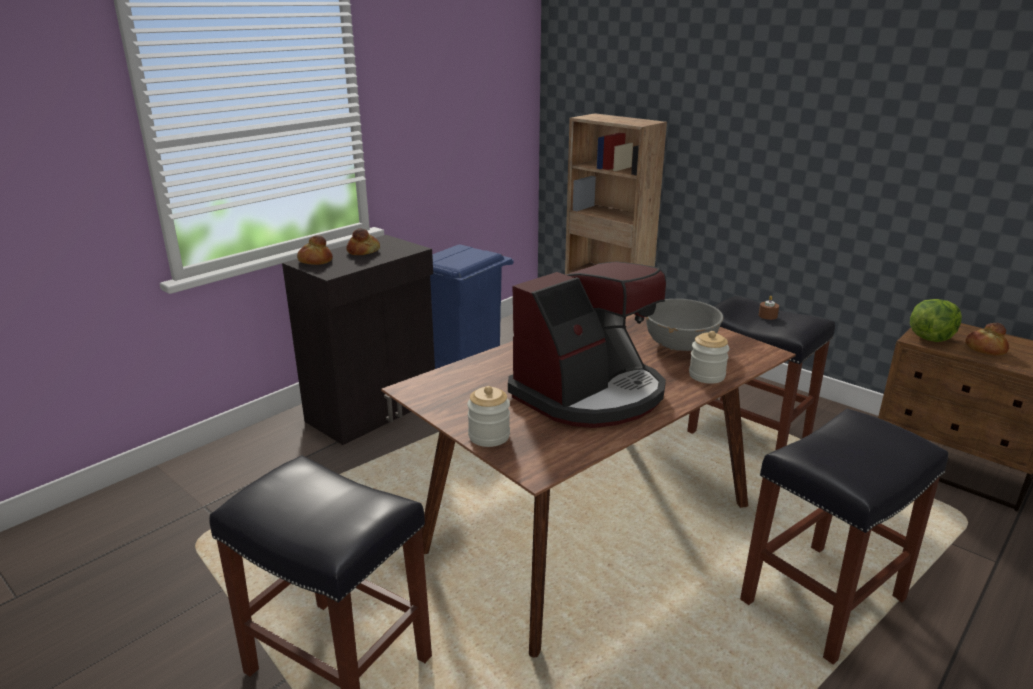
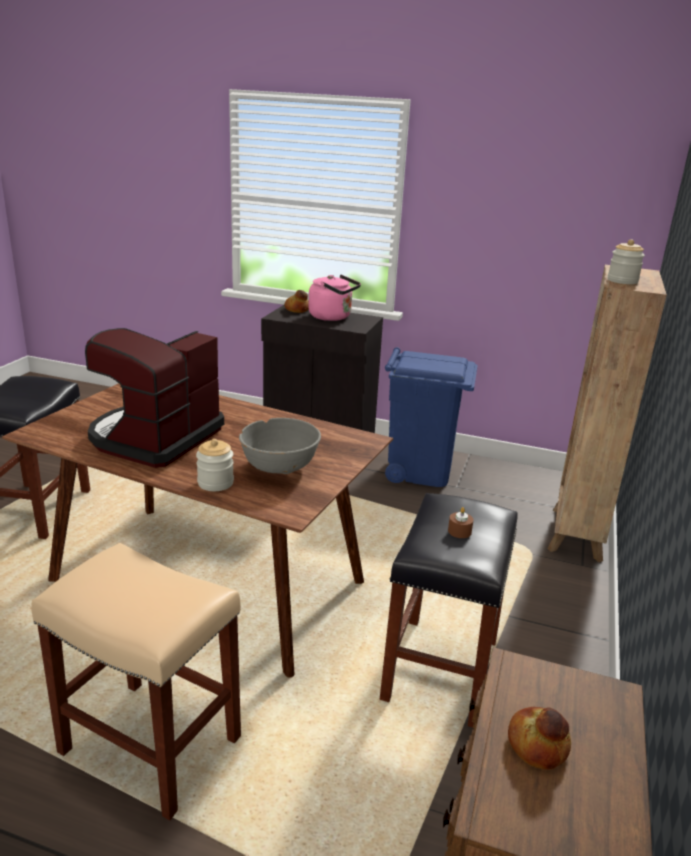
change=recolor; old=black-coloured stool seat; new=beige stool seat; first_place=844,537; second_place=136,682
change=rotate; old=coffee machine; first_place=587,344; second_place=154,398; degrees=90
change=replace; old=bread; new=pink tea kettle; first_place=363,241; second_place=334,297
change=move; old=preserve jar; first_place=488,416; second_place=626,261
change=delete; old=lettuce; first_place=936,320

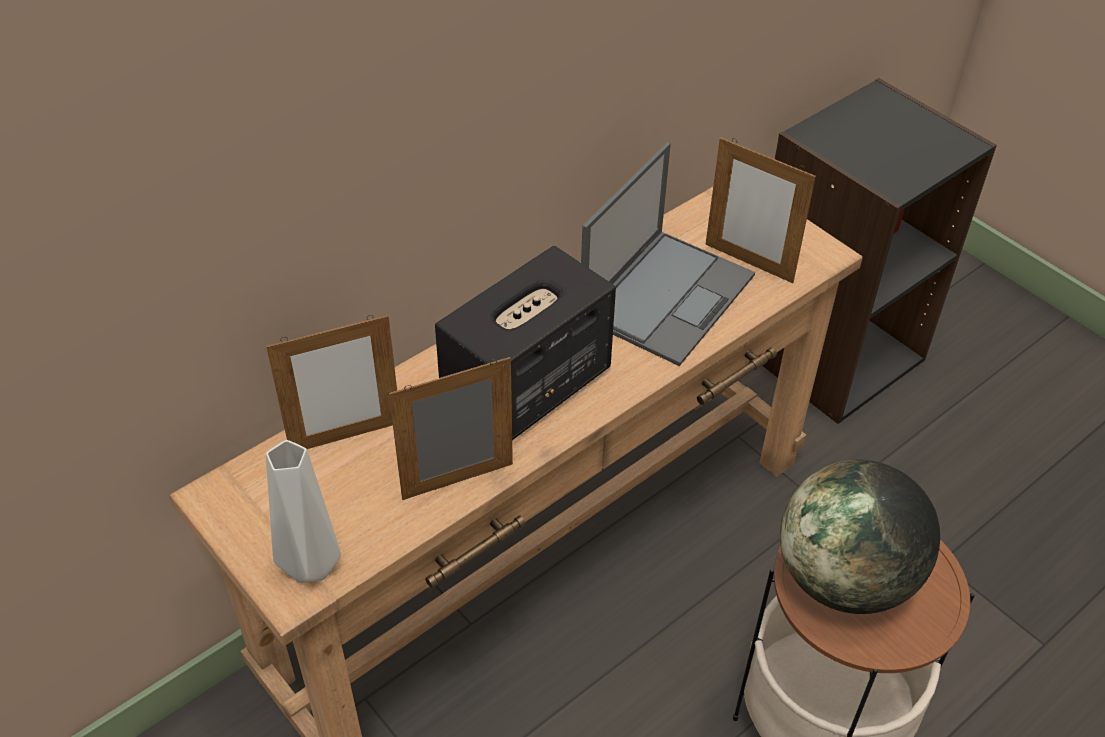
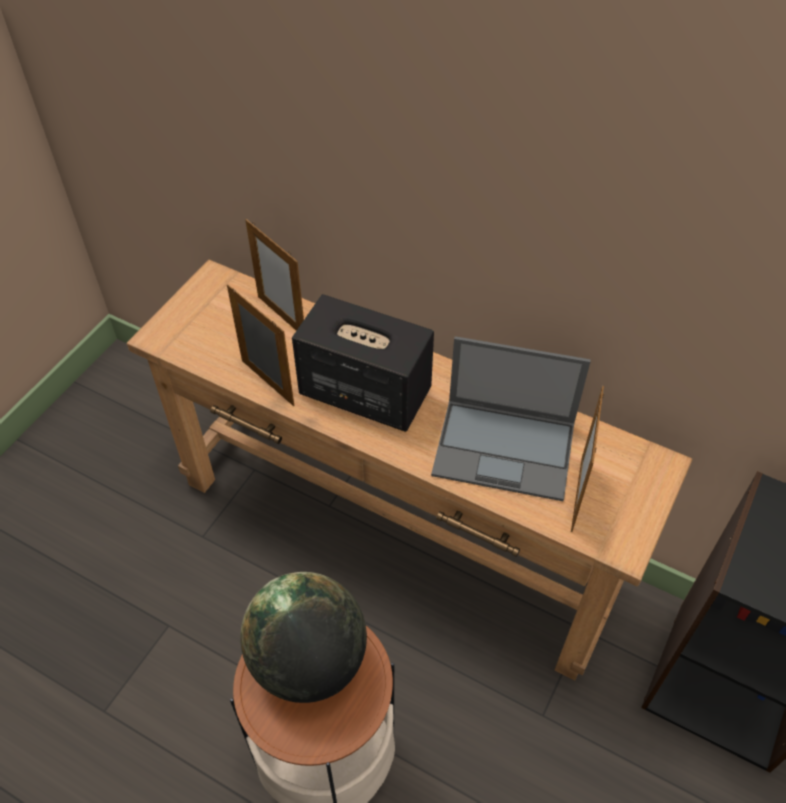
change=delete; old=grey vase; first_place=303,511

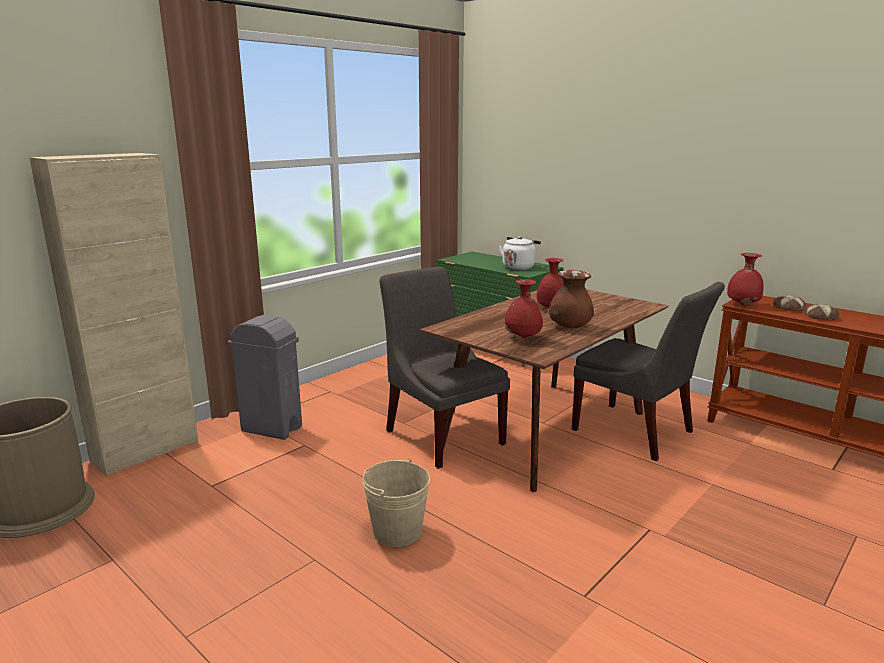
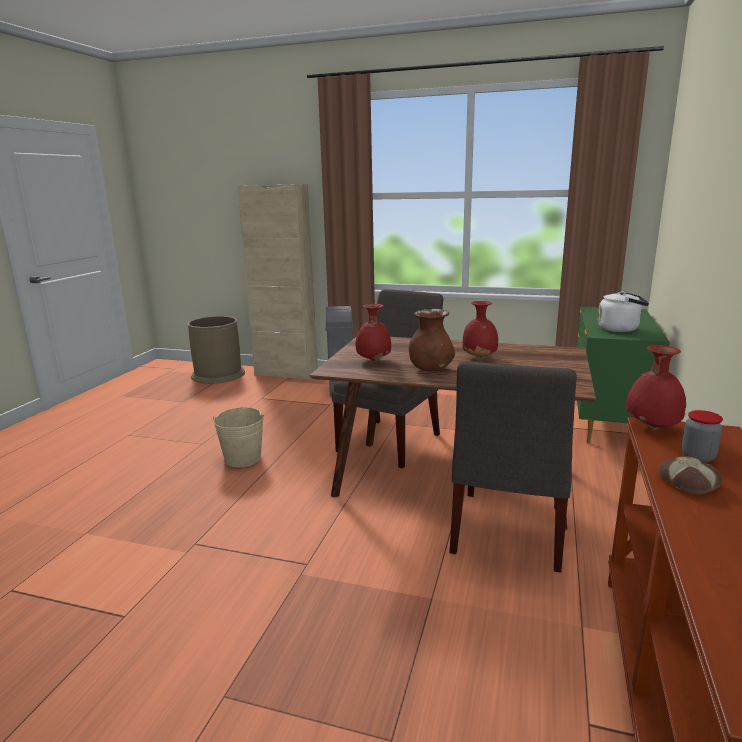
change=replace; old=bread; new=preserve jar; first_place=789,303; second_place=702,436

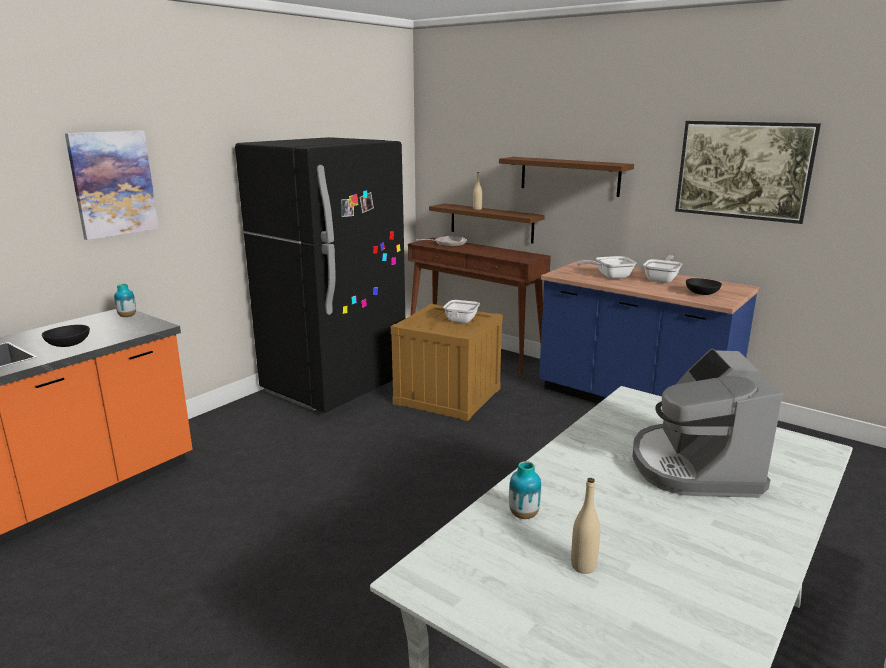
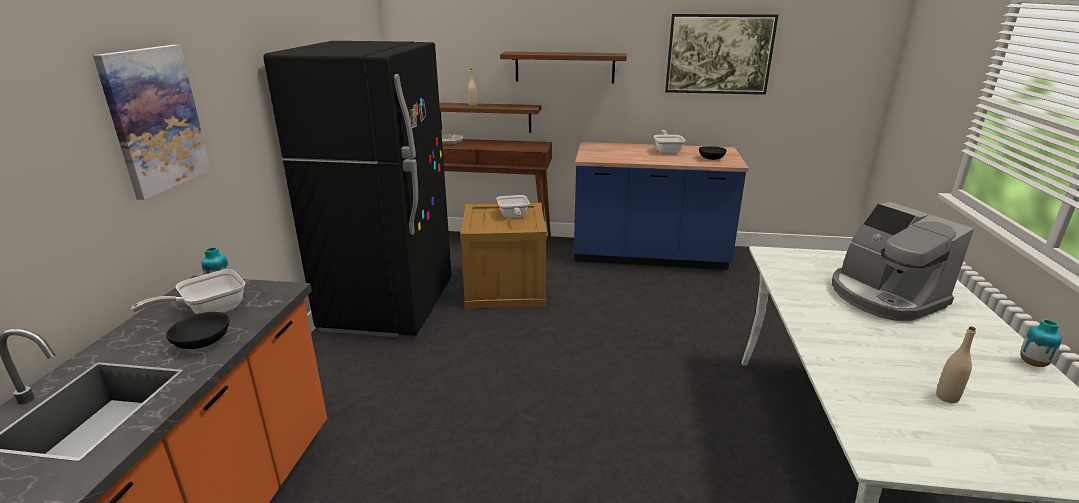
change=move; old=pan; first_place=607,267; second_place=188,291
change=move; old=vase; first_place=525,490; second_place=1041,343

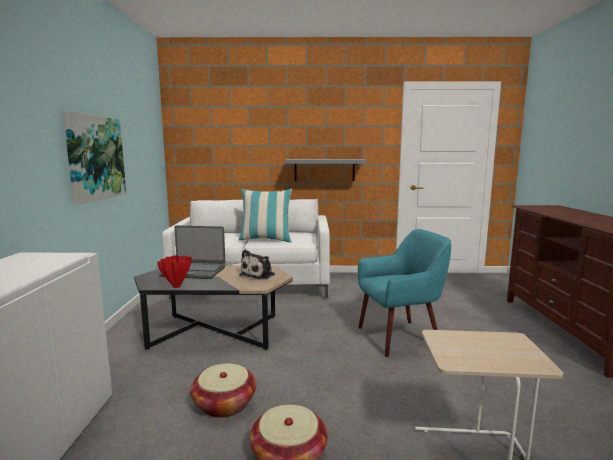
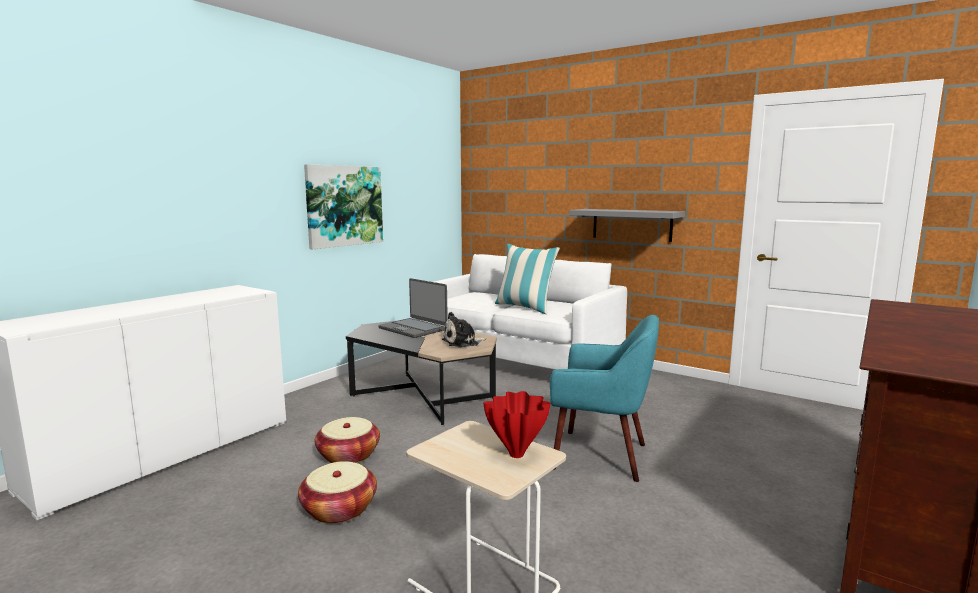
change=move; old=reddish vase; first_place=174,271; second_place=517,424

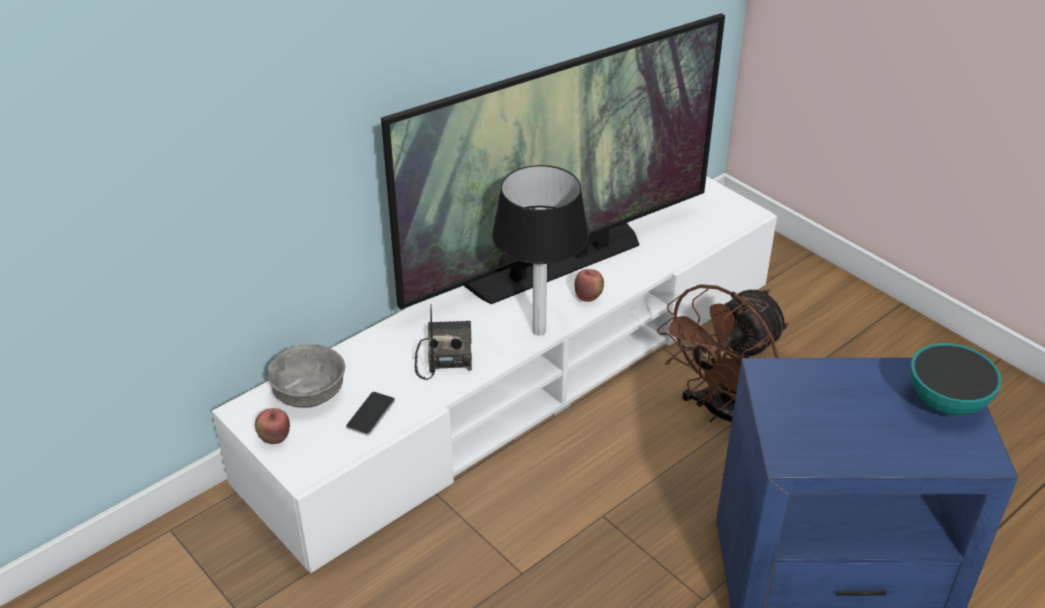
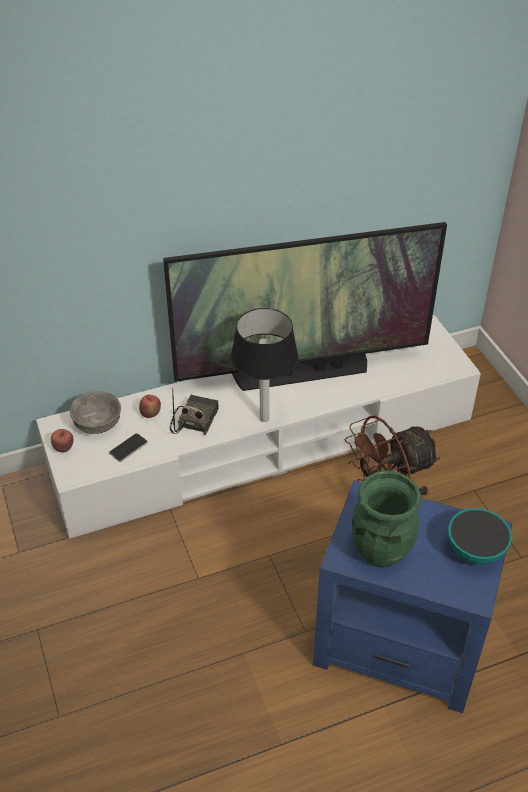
change=move; old=apple; first_place=589,285; second_place=150,406
change=insert; new=green-coloured vase; second_place=386,519

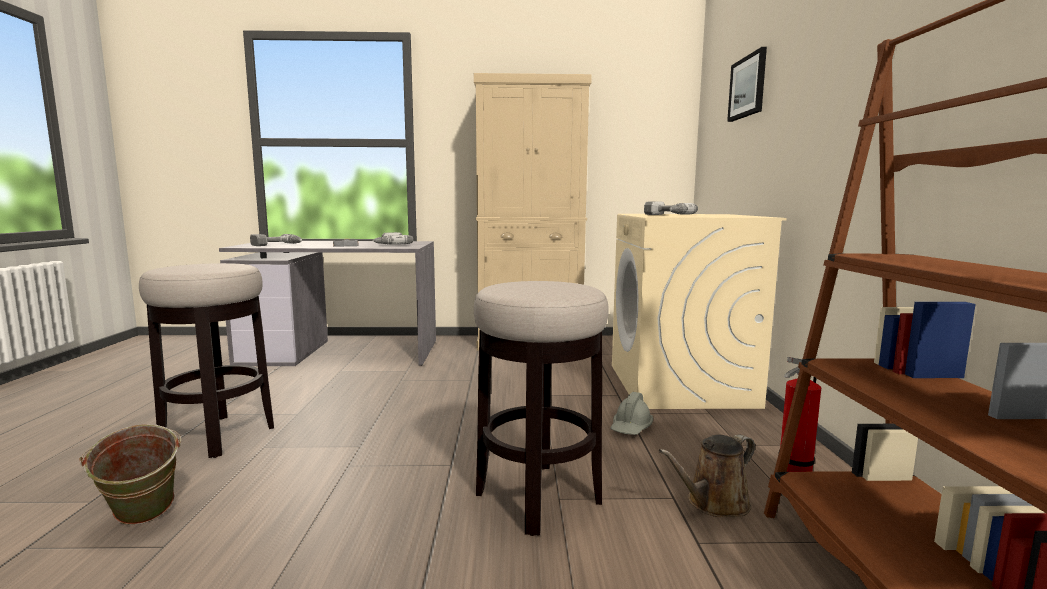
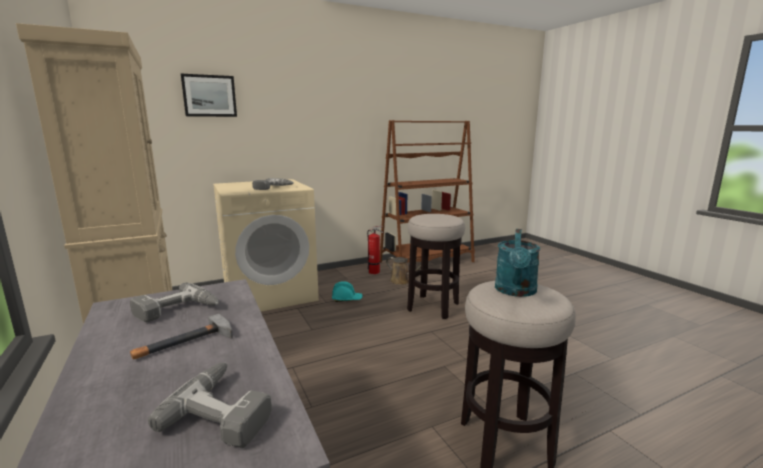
change=recolor; old=grey hard hat; new=blue-green hard hat; first_place=631,413; second_place=347,291
change=insert; new=blue-green watering pot; second_place=517,263
change=delete; old=green-coloured pail; first_place=131,474

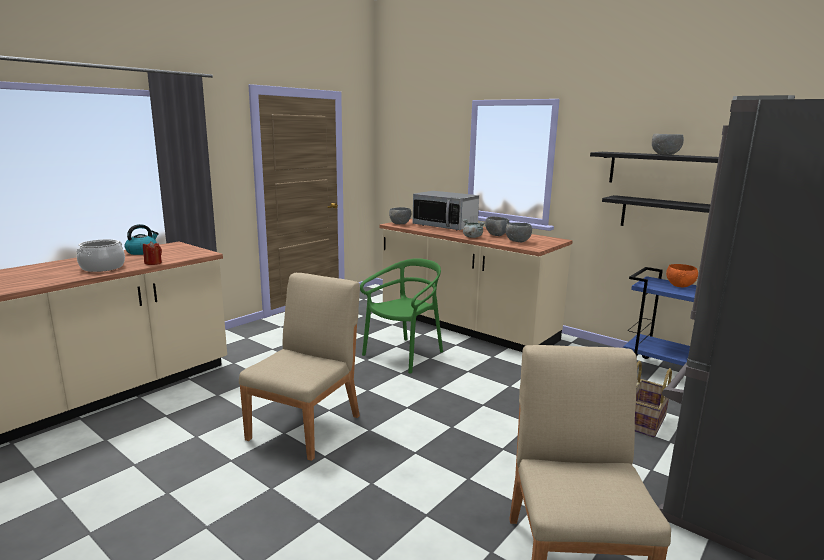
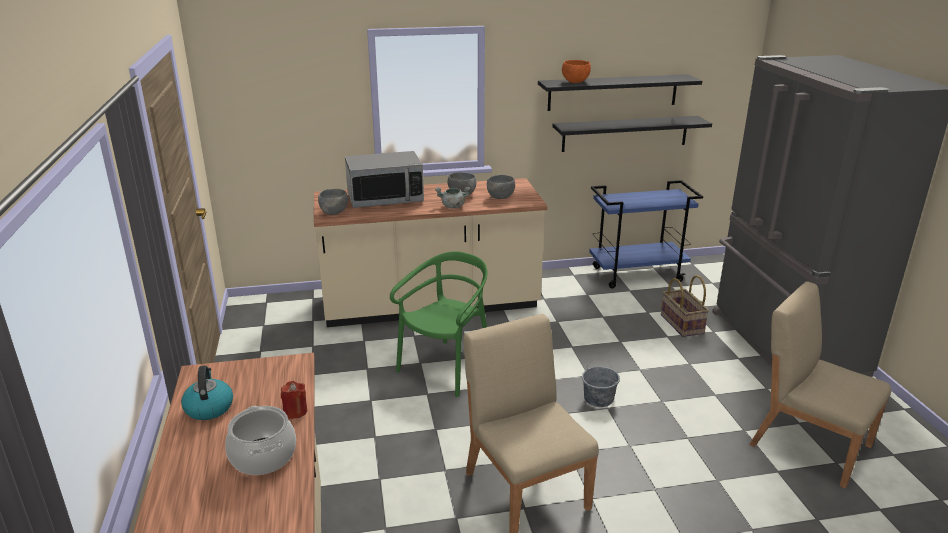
change=rotate; old=green-coloured upright chair; first_place=401,316; second_place=439,324; degrees=45
change=move; old=orange-coloured deep dish; first_place=682,275; second_place=576,71
change=insert; new=grey pail; second_place=601,382
change=delete; old=grey deep dish; first_place=668,144

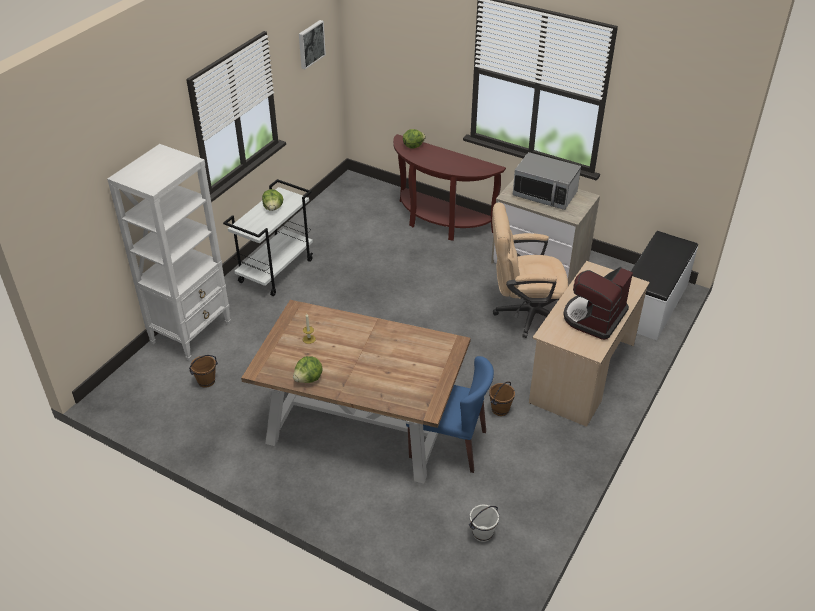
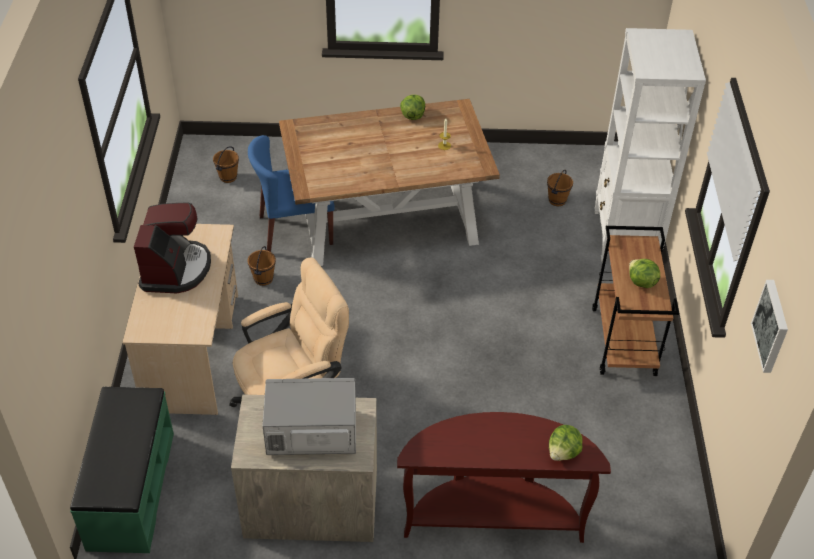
change=recolor; old=whitish long seat; new=green-coloured long seat; first_place=664,285; second_place=122,470
change=recolor; old=whitish pail; new=brown-coloured pail; first_place=484,523; second_place=226,164
change=recolor; old=whitish cart; new=brown-coloured cart; first_place=268,237; second_place=635,301

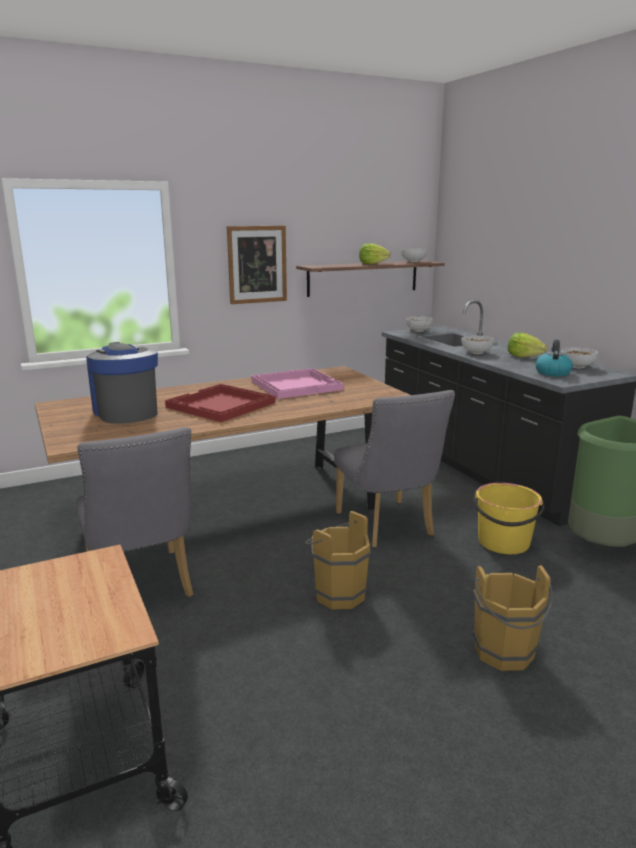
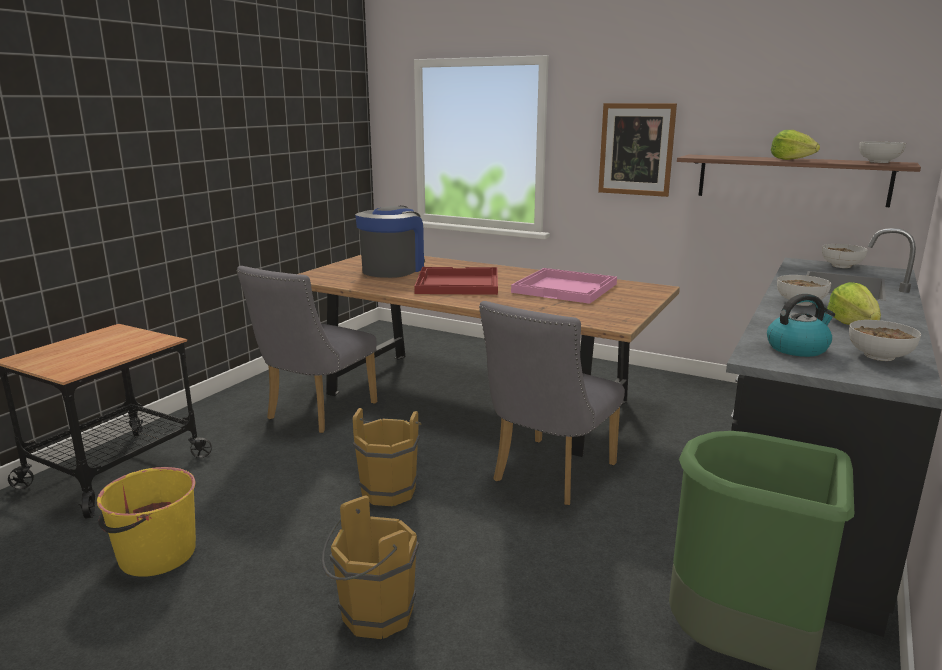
change=move; old=yellowish pail; first_place=508,518; second_place=146,522

